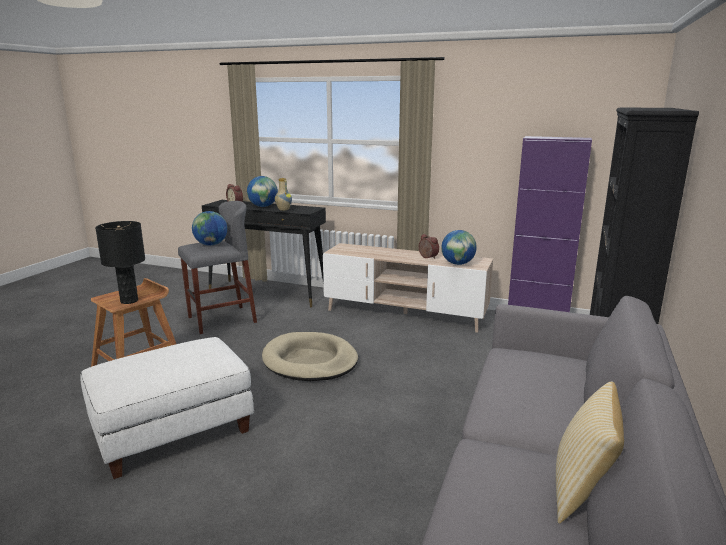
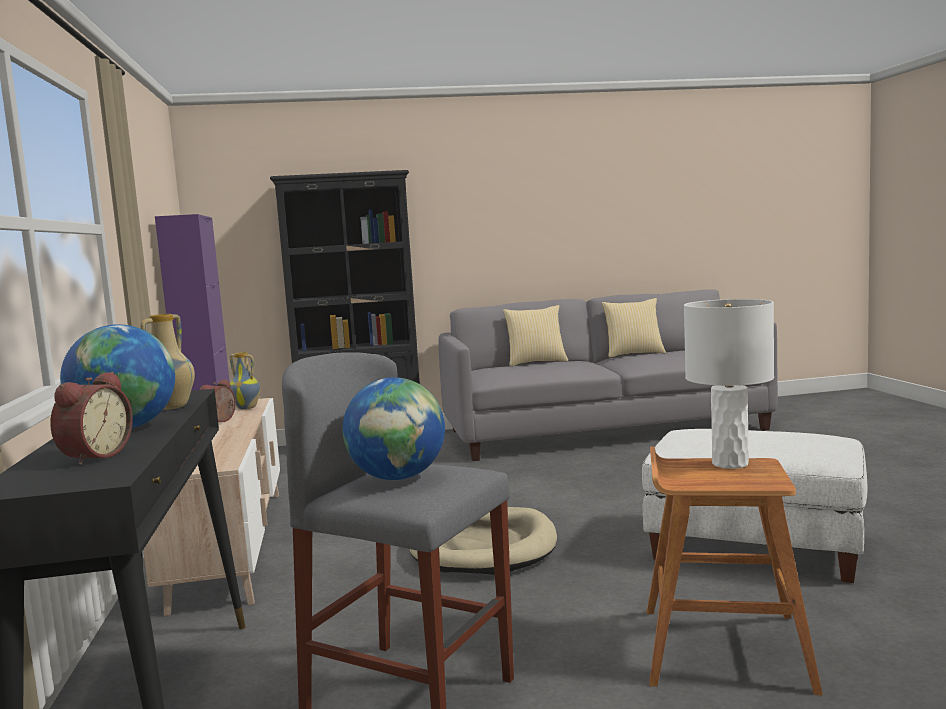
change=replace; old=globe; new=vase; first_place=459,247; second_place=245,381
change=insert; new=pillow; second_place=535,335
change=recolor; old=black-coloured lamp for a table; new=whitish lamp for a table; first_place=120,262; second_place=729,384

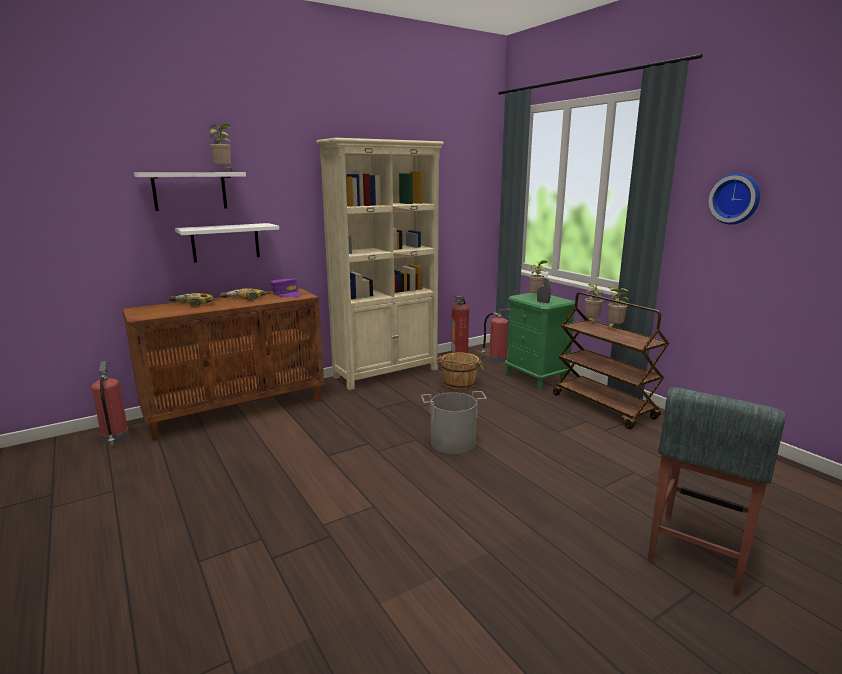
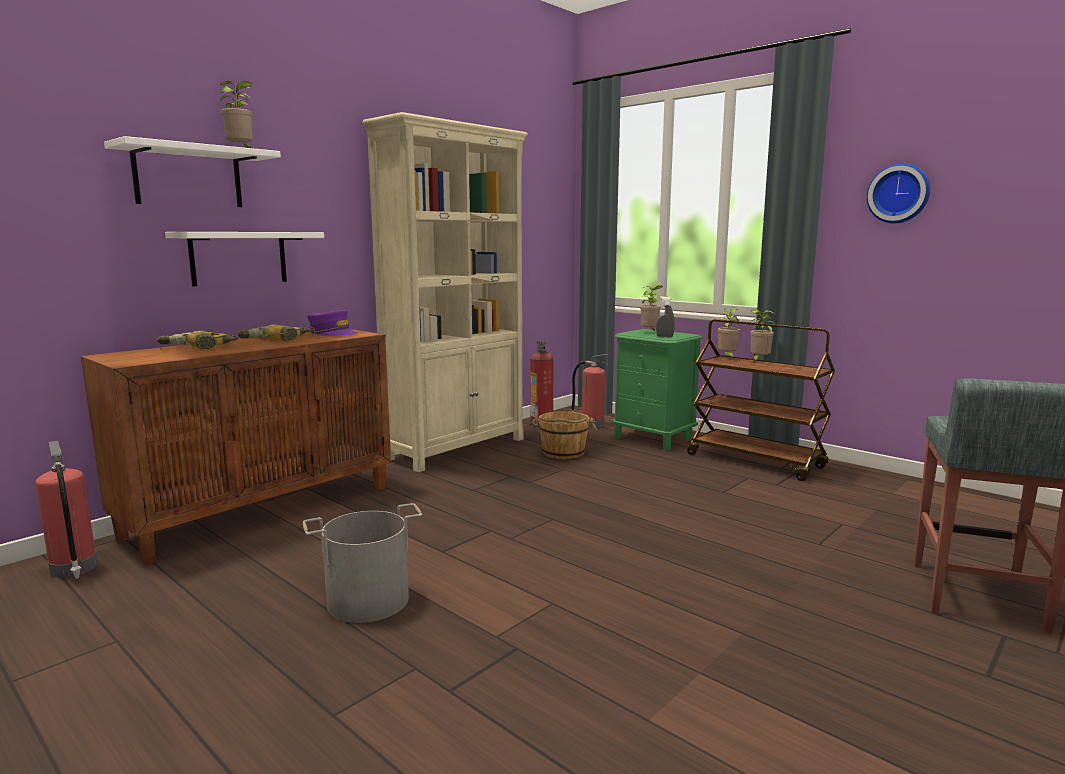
change=move; old=grey pail; first_place=454,422; second_place=362,563

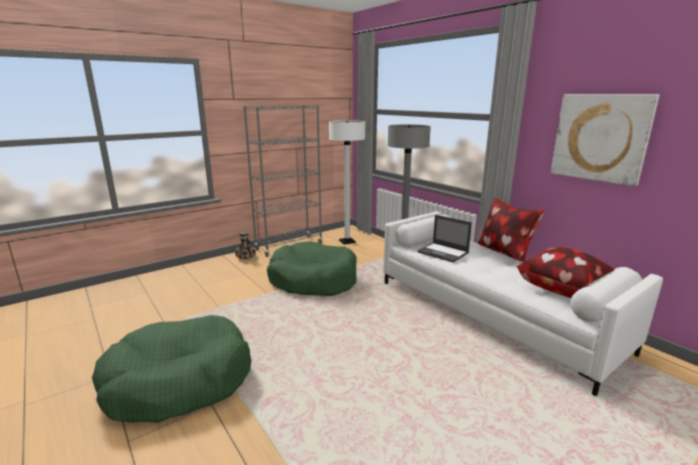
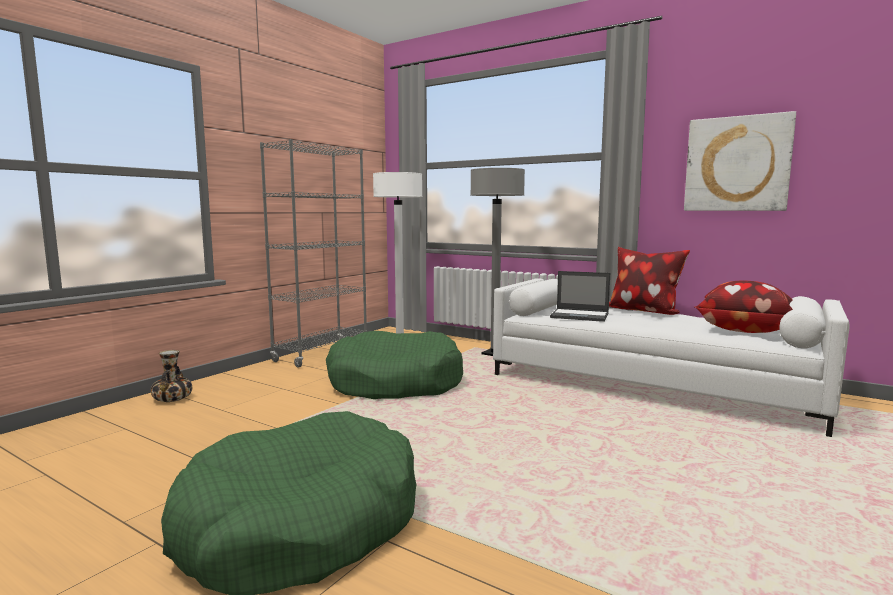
change=move; old=vase; first_place=245,245; second_place=171,376

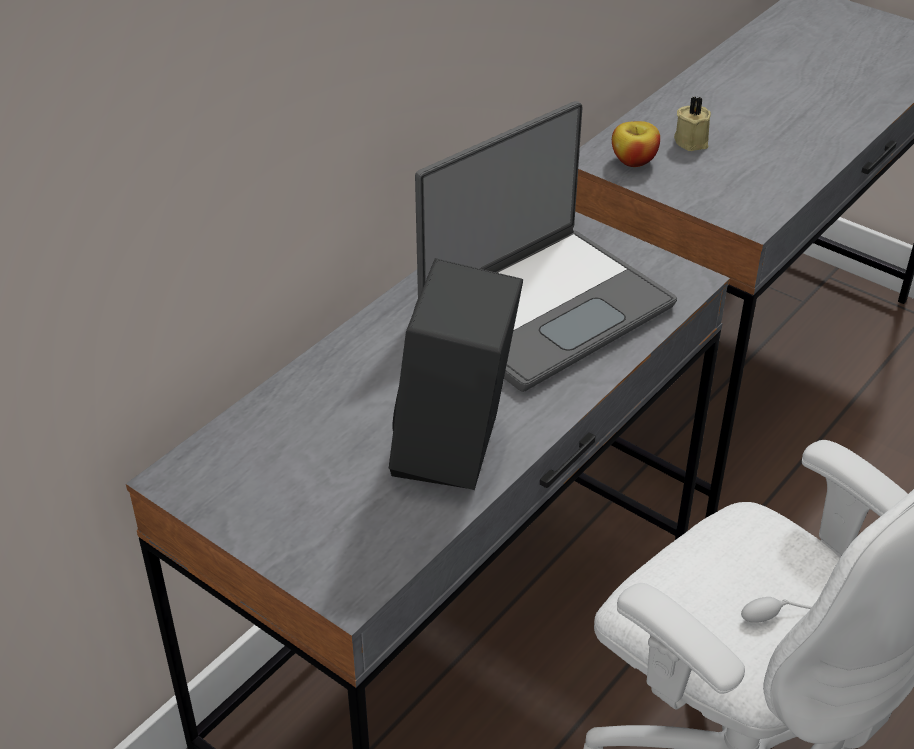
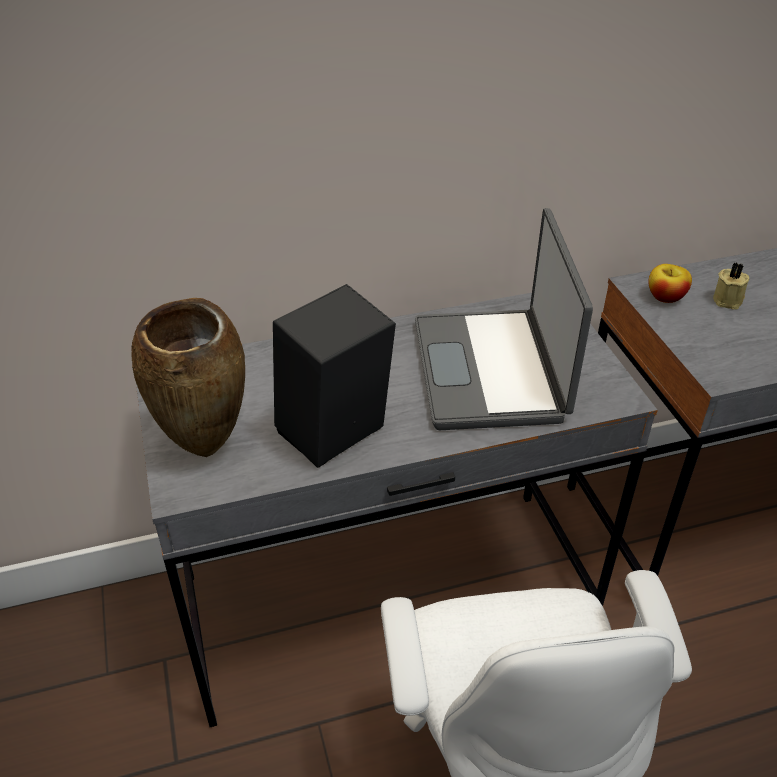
change=insert; new=brown-coloured vase; second_place=188,377
change=rotate; old=laptop; first_place=546,246; second_place=504,319; degrees=90

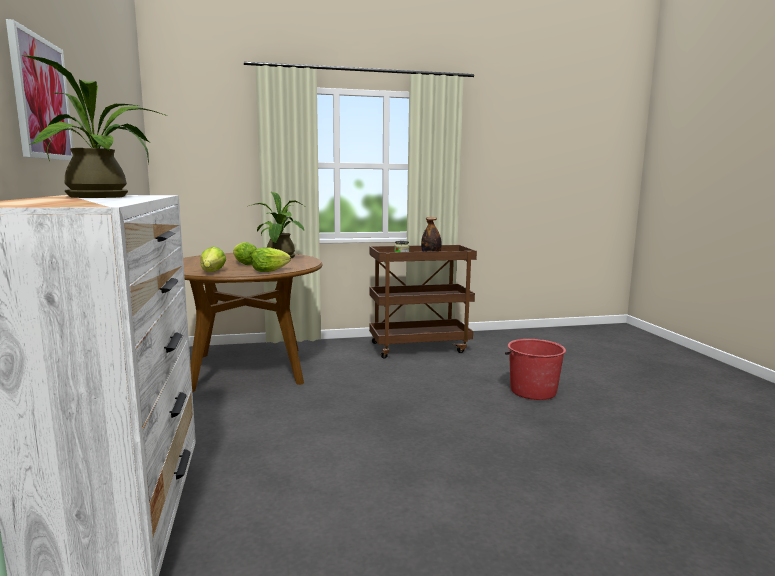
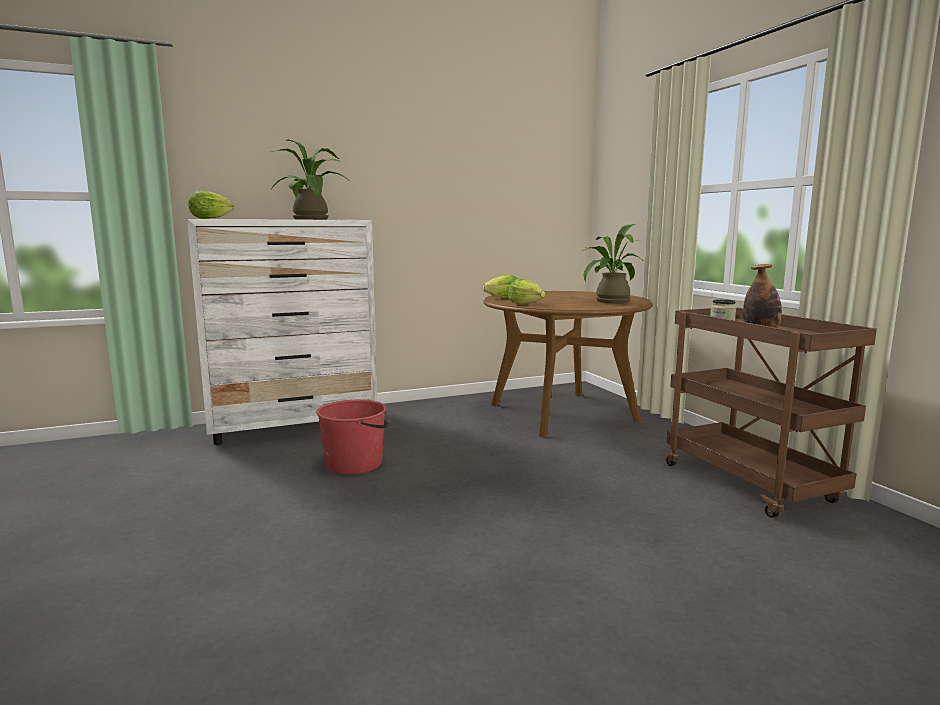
change=move; old=lettuce; first_place=245,253; second_place=211,205
change=move; old=reddish pail; first_place=535,369; second_place=352,437
change=delete; old=wall picture; first_place=39,90

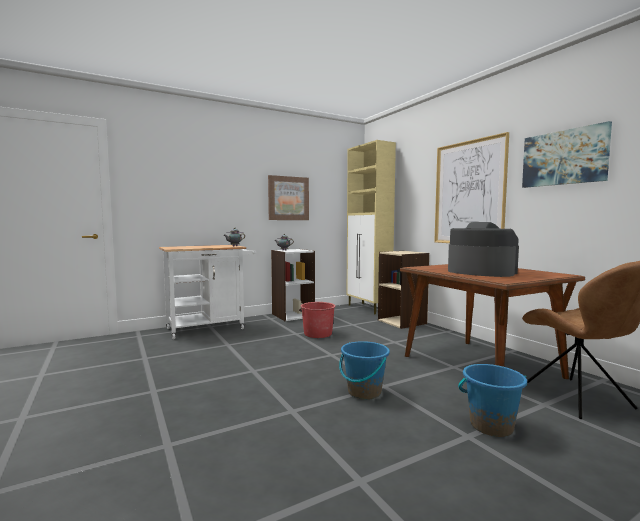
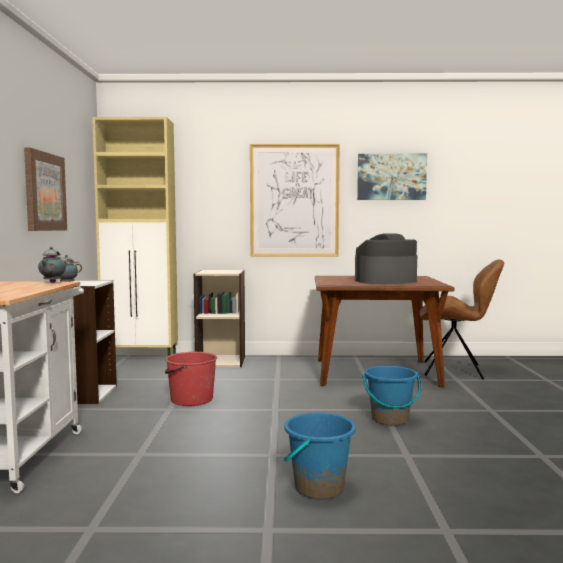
change=move; old=bluish pail; first_place=492,400; second_place=320,456

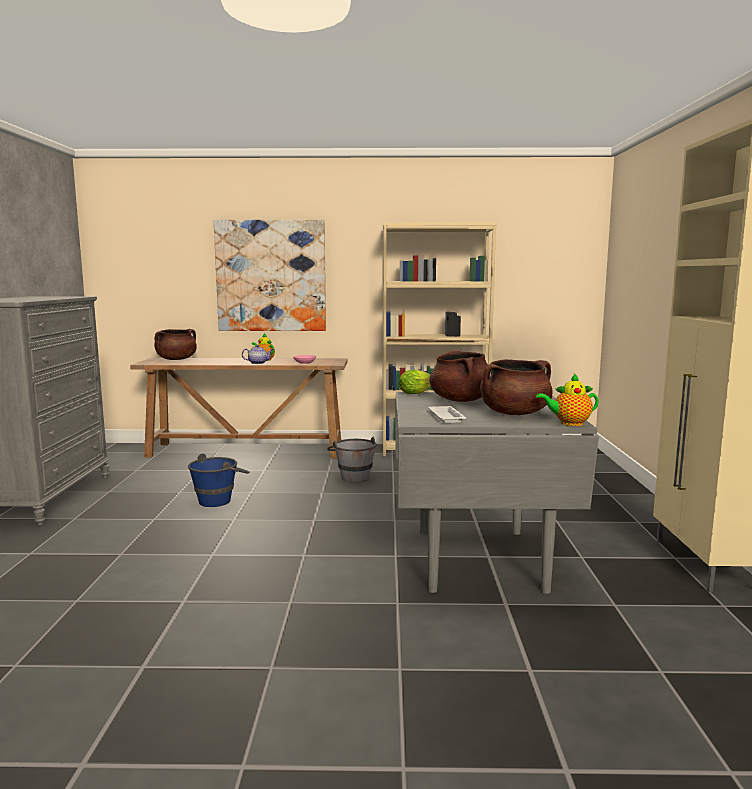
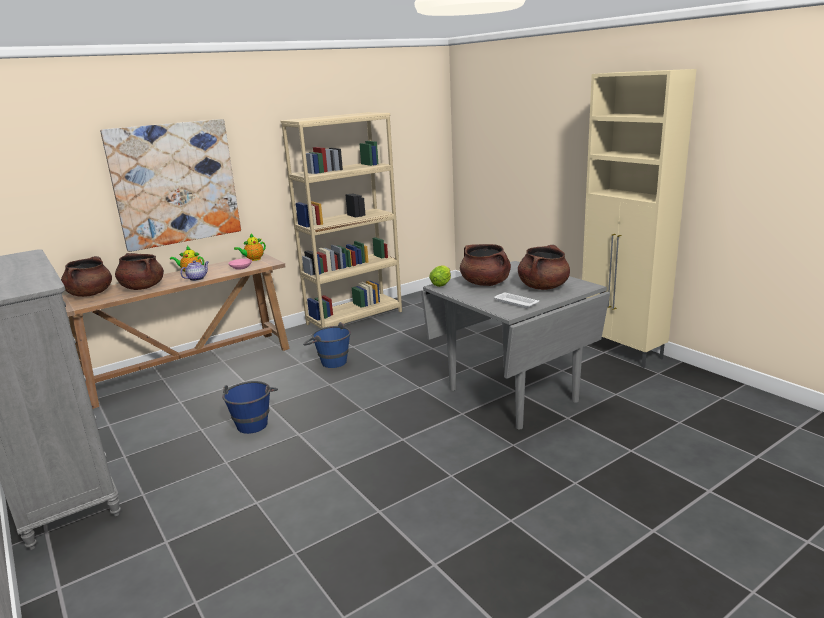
change=insert; new=brown-coloured saucepot; second_place=139,271
change=move; old=pot for tea; first_place=567,399; second_place=250,247
change=recolor; old=grey pail; new=bluish pail; first_place=352,460; second_place=327,345

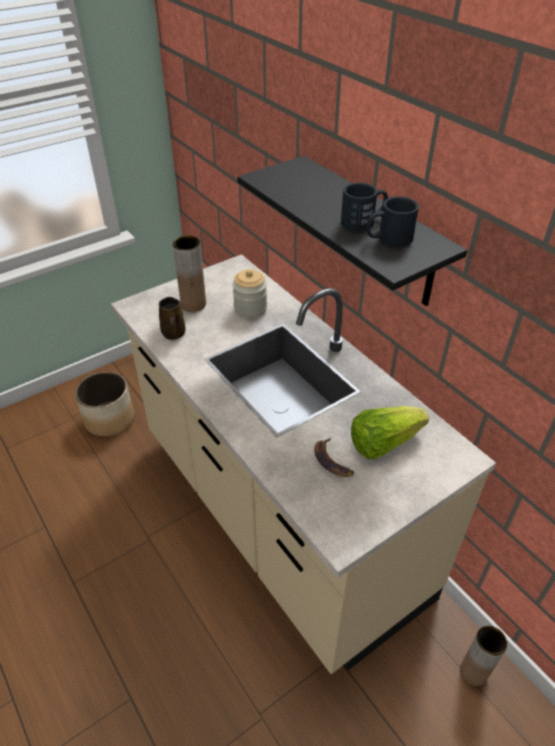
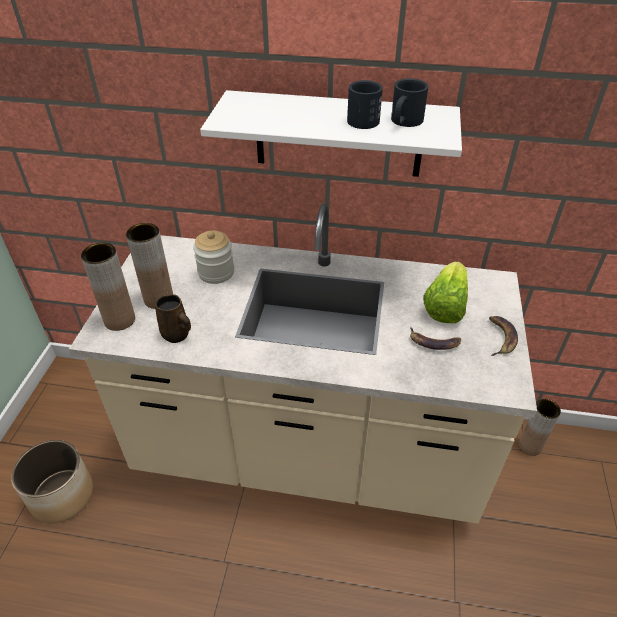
change=insert; new=brown-coloured vase; second_place=108,287
change=recolor; old=black-coloured bracket shelf; new=whitish bracket shelf; first_place=352,231; second_place=331,133
change=insert; new=banana fruit; second_place=503,336

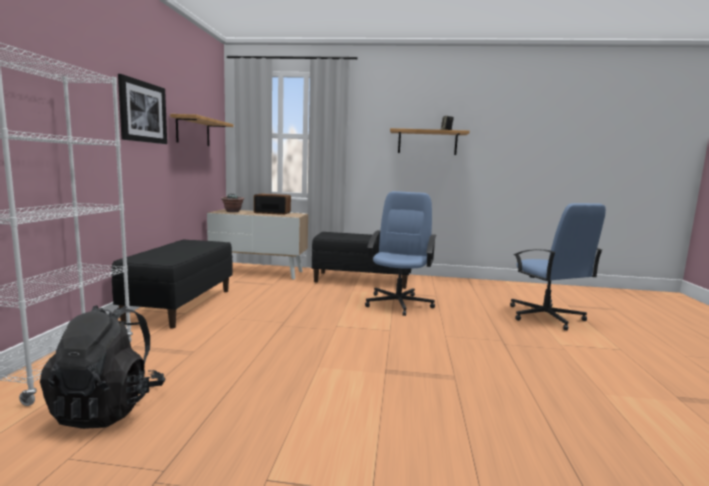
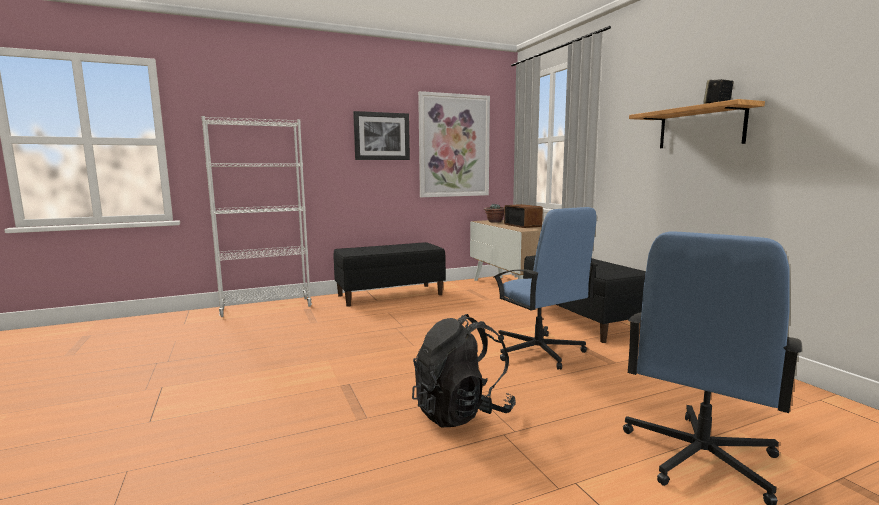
change=move; old=black-coloured rucksack; first_place=102,367; second_place=464,370
change=replace; old=bracket shelf; new=wall picture; first_place=201,130; second_place=454,144
change=rotate; old=bluish desk chair; first_place=400,253; second_place=545,288; degrees=75

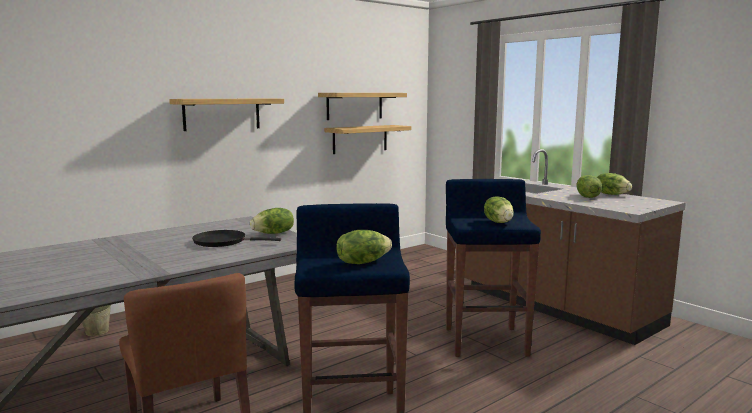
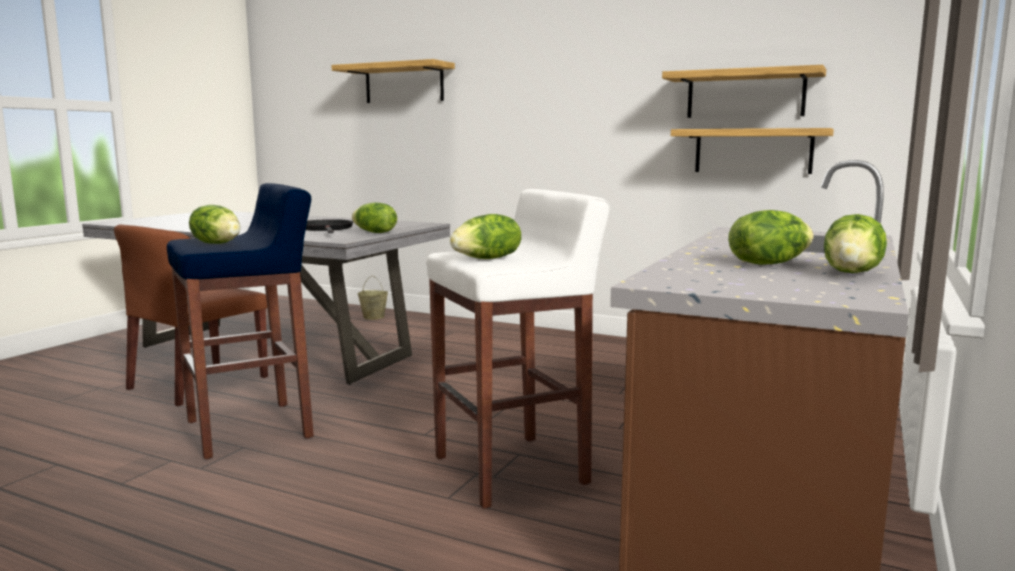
change=move; old=bracket shelf; first_place=226,114; second_place=393,81
change=recolor; old=bluish stool seat; new=whitish stool seat; first_place=493,268; second_place=518,349

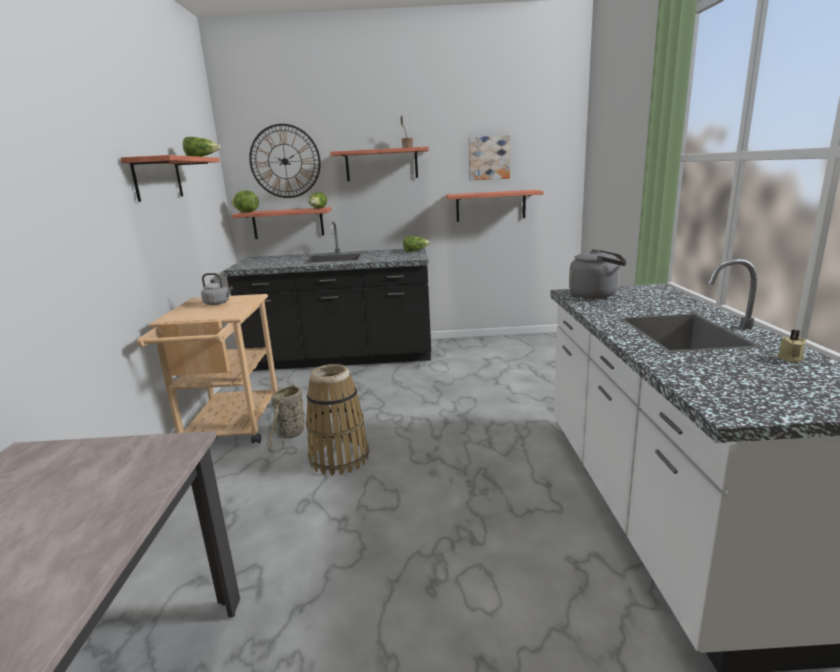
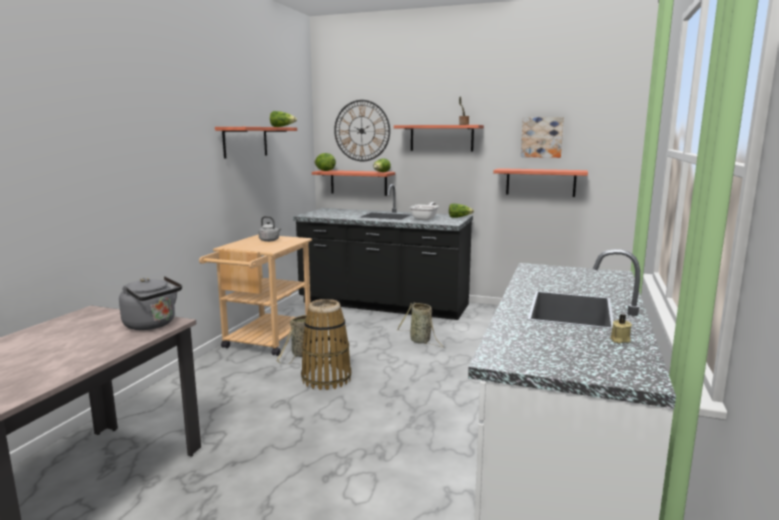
change=move; old=grey tea kettle; first_place=598,274; second_place=150,303
change=insert; new=household basket; second_place=421,325
change=insert; new=pan; second_place=424,211

